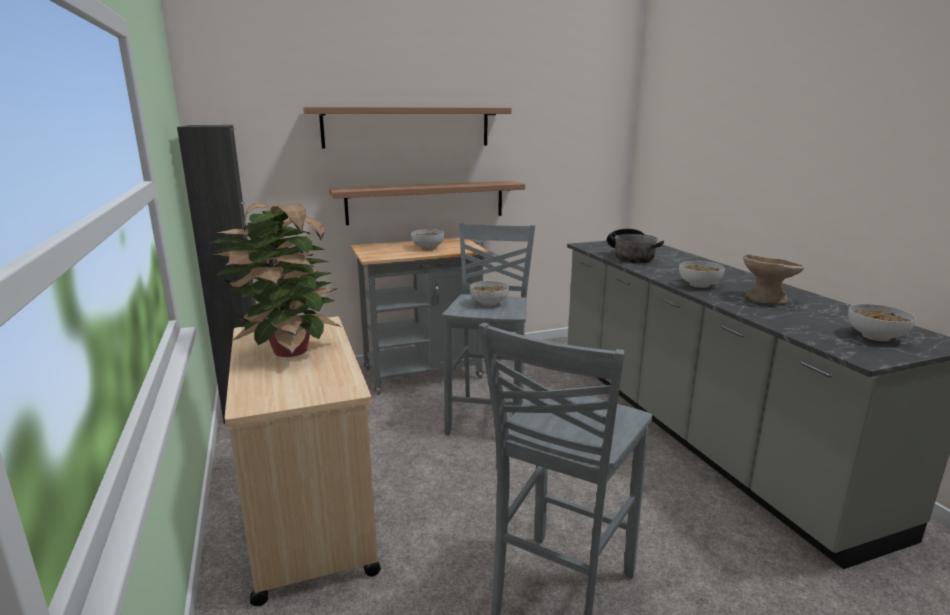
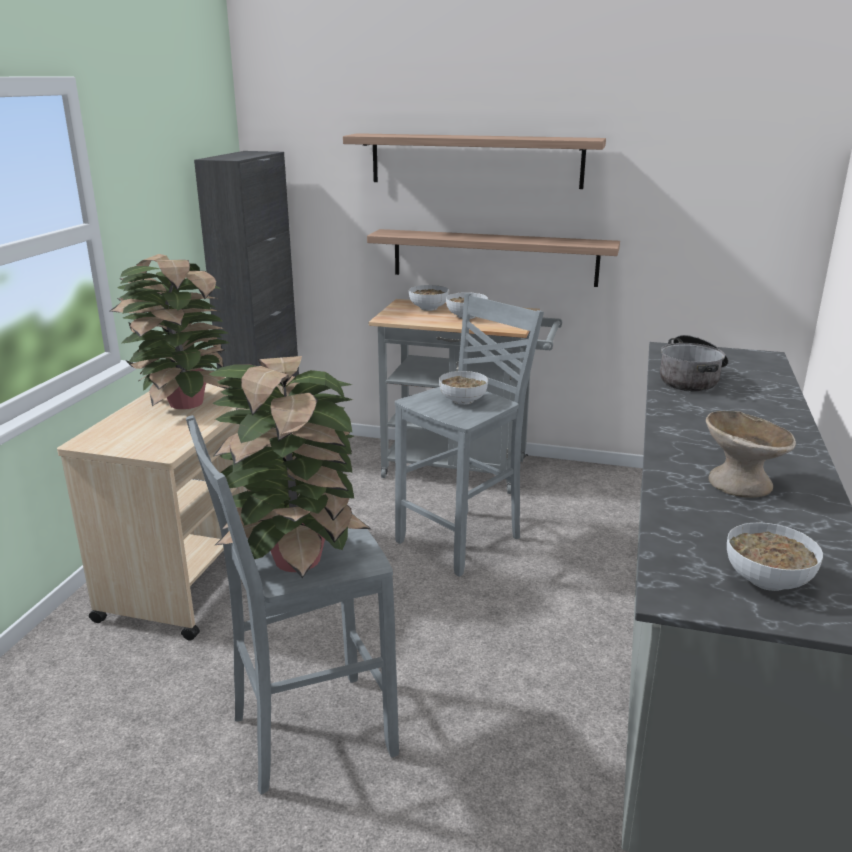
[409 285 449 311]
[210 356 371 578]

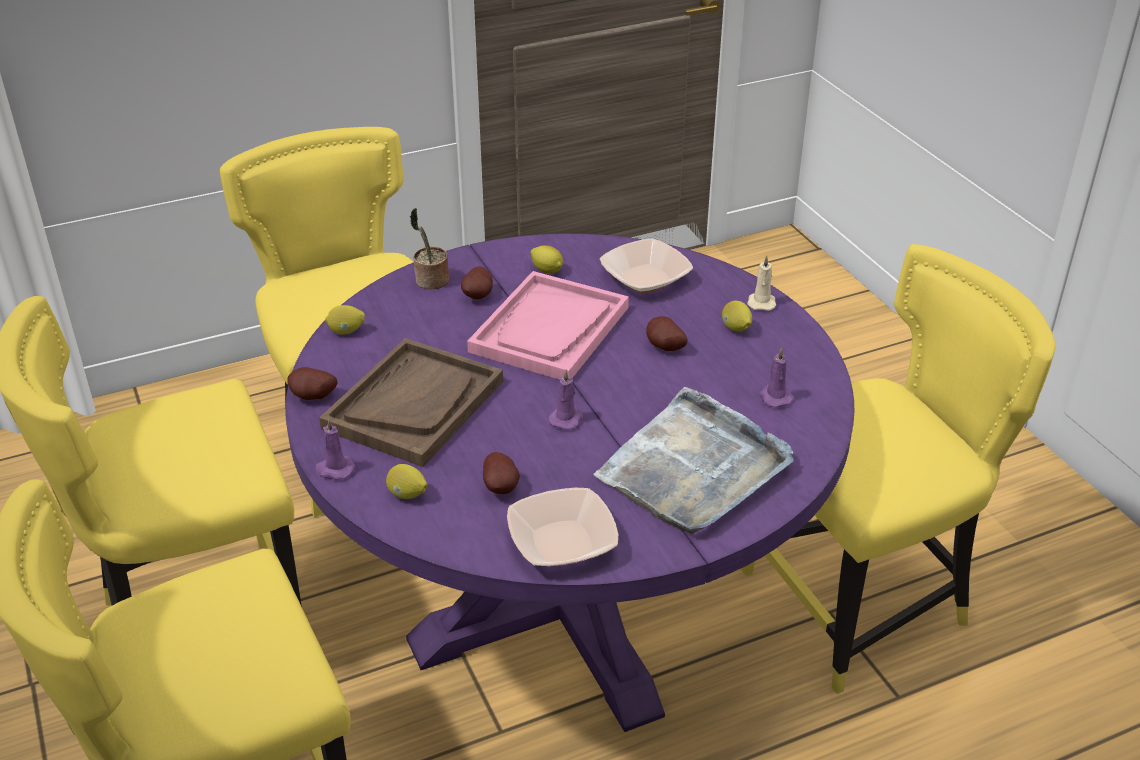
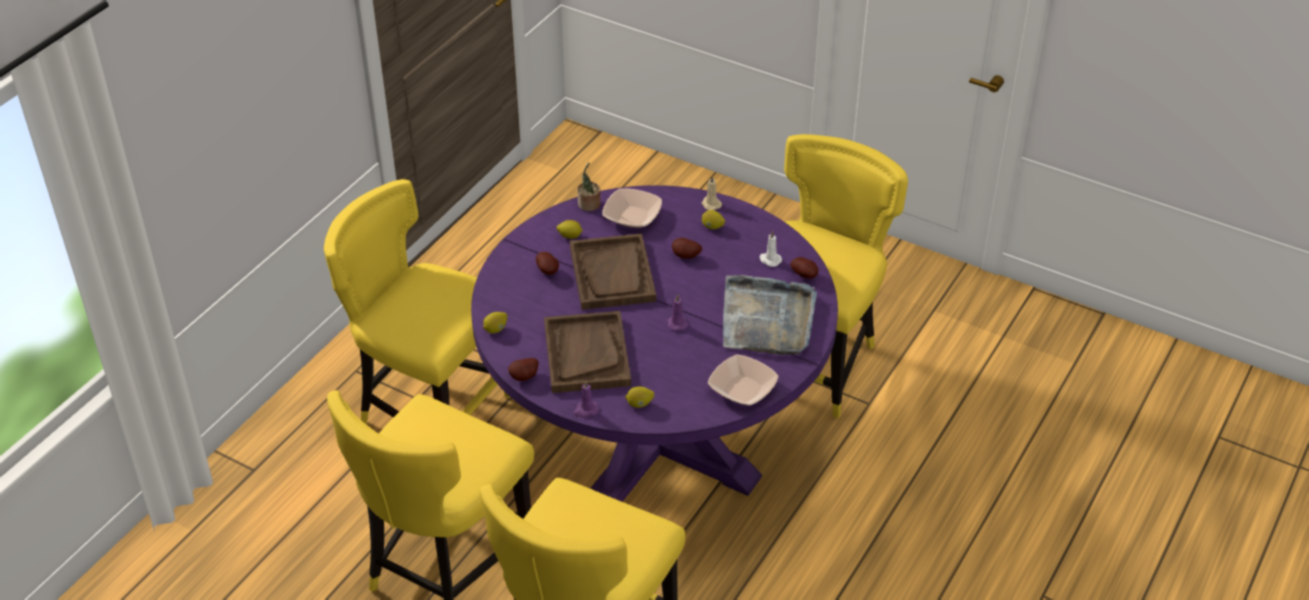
[577 162 600 211]
[570 234 656 310]
[790 257 818 279]
[760 231 782 267]

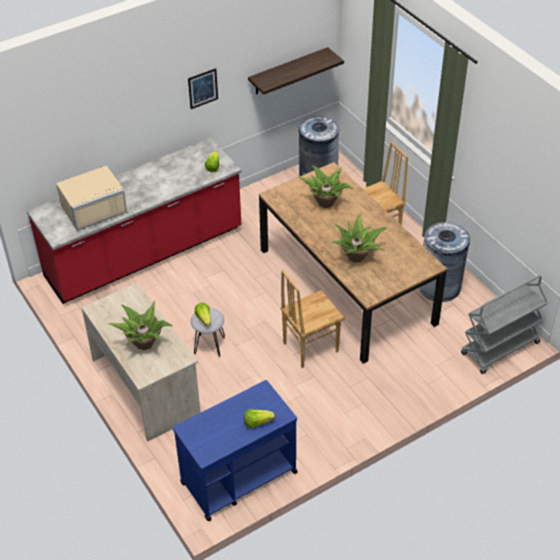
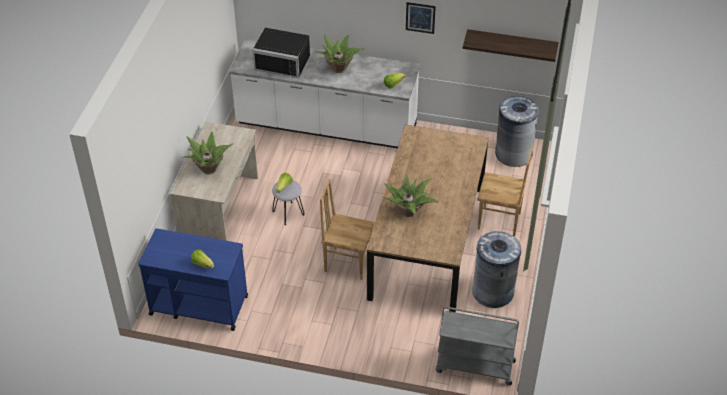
[229 38 420 148]
[252 28 310 78]
[316 35 365 73]

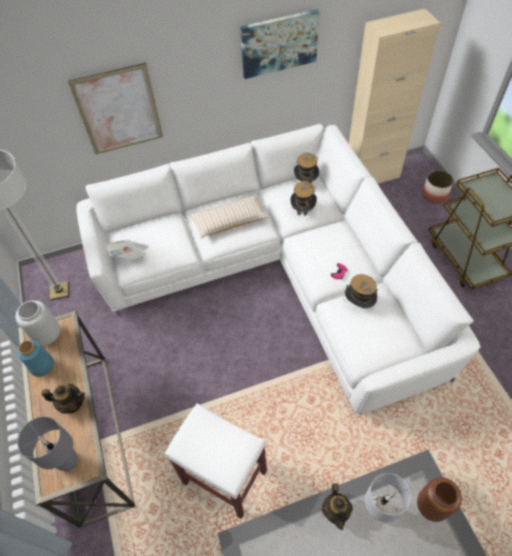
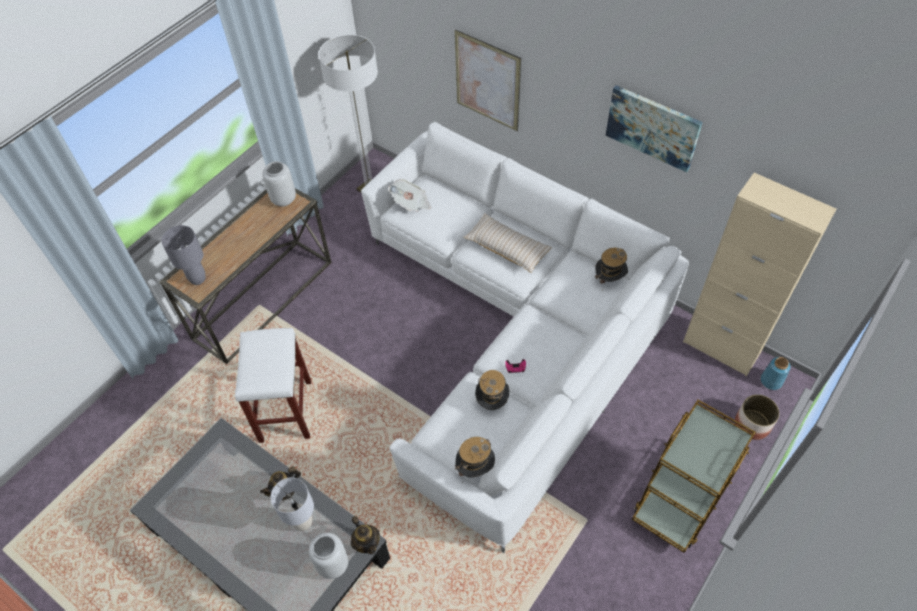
[760 357 791 390]
[351 516 380 554]
[455 437 495 483]
[309 533 348 579]

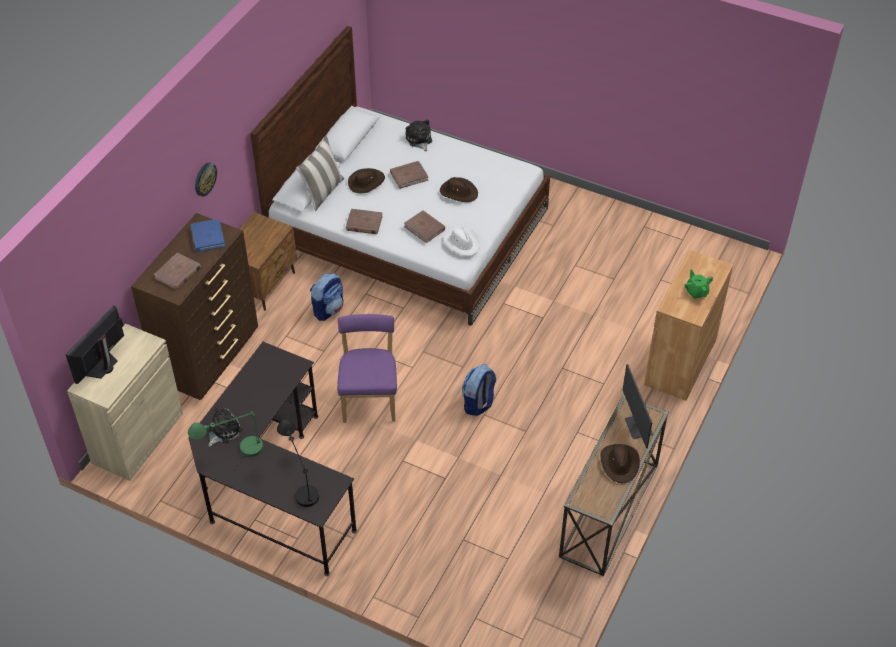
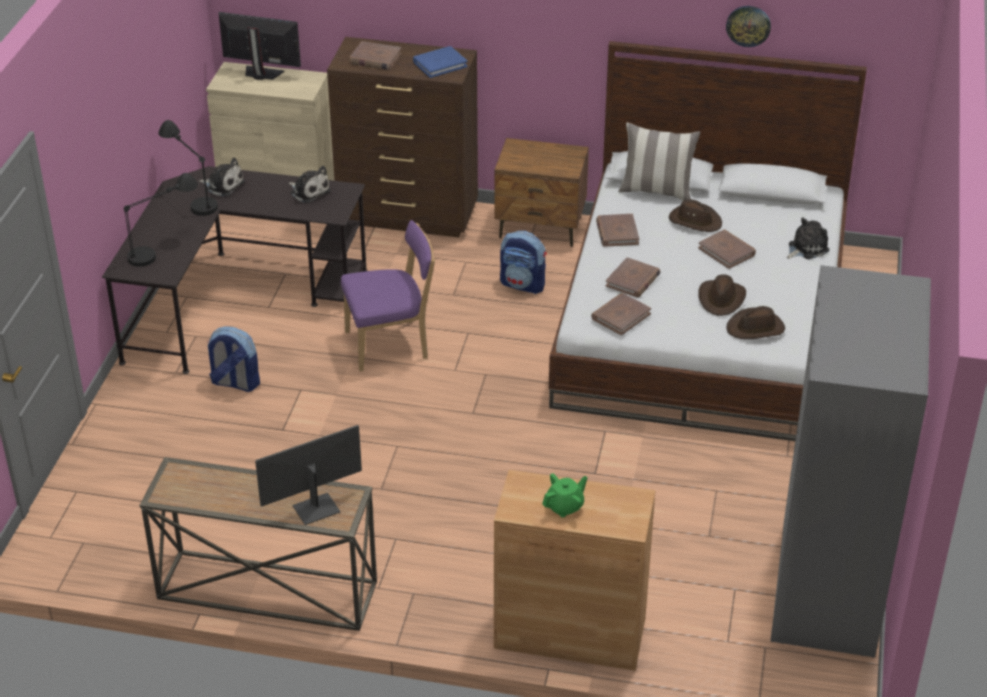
[158 120 218 216]
[726 6 771 47]
[591 293 651 335]
[207 326 260 392]
[726 306 785 339]
[288 166 331 203]
[770 265 931 658]

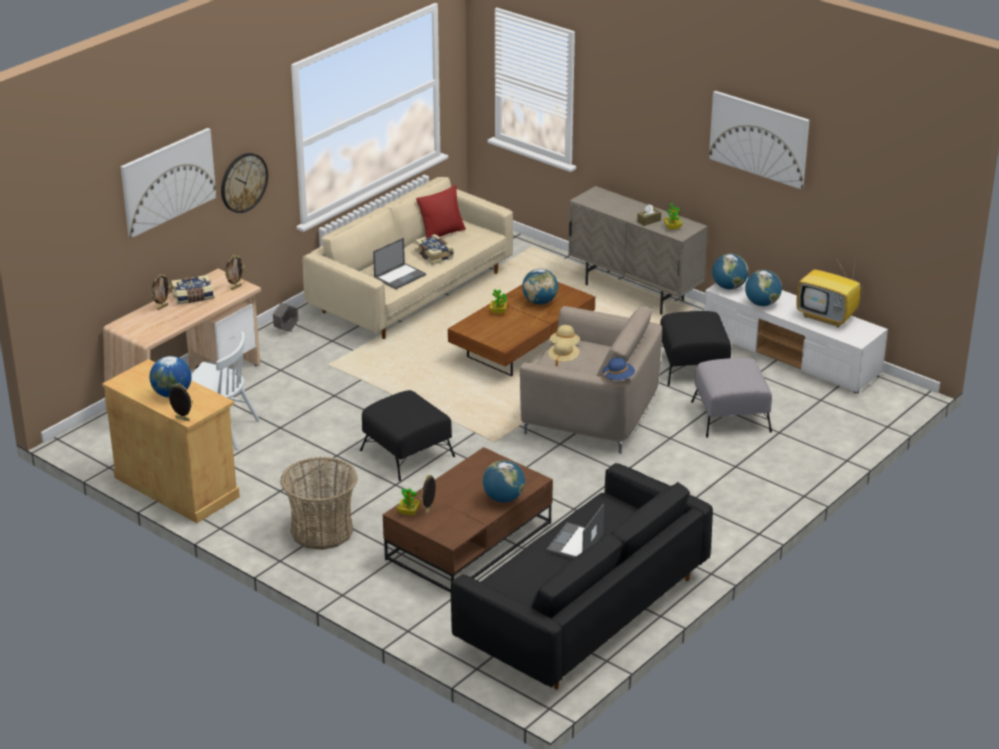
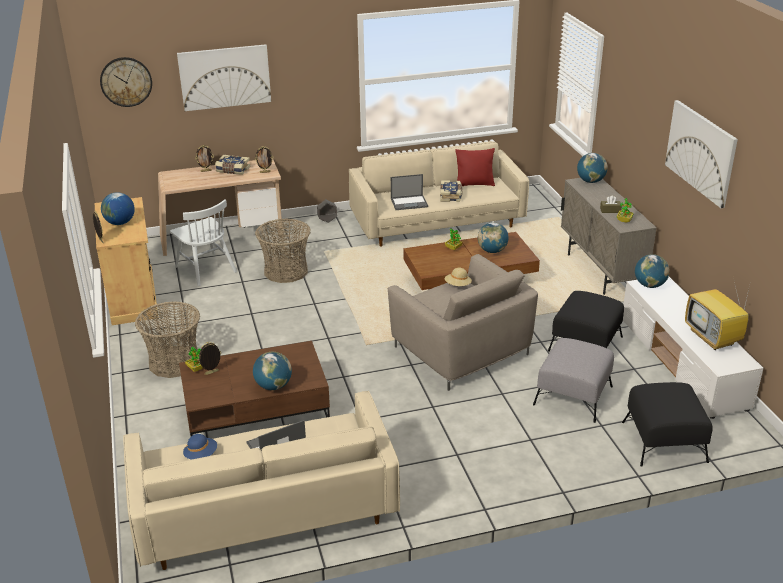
[100 57 152 107]
[622 382 713 467]
[123 391 400 570]
[548 339 579 366] (first image)
[183 434 217 460]
[577 153 608 183]
[255 218 311 283]

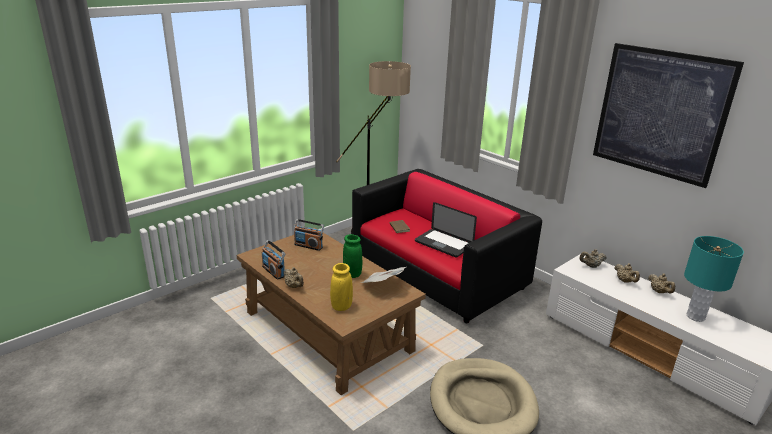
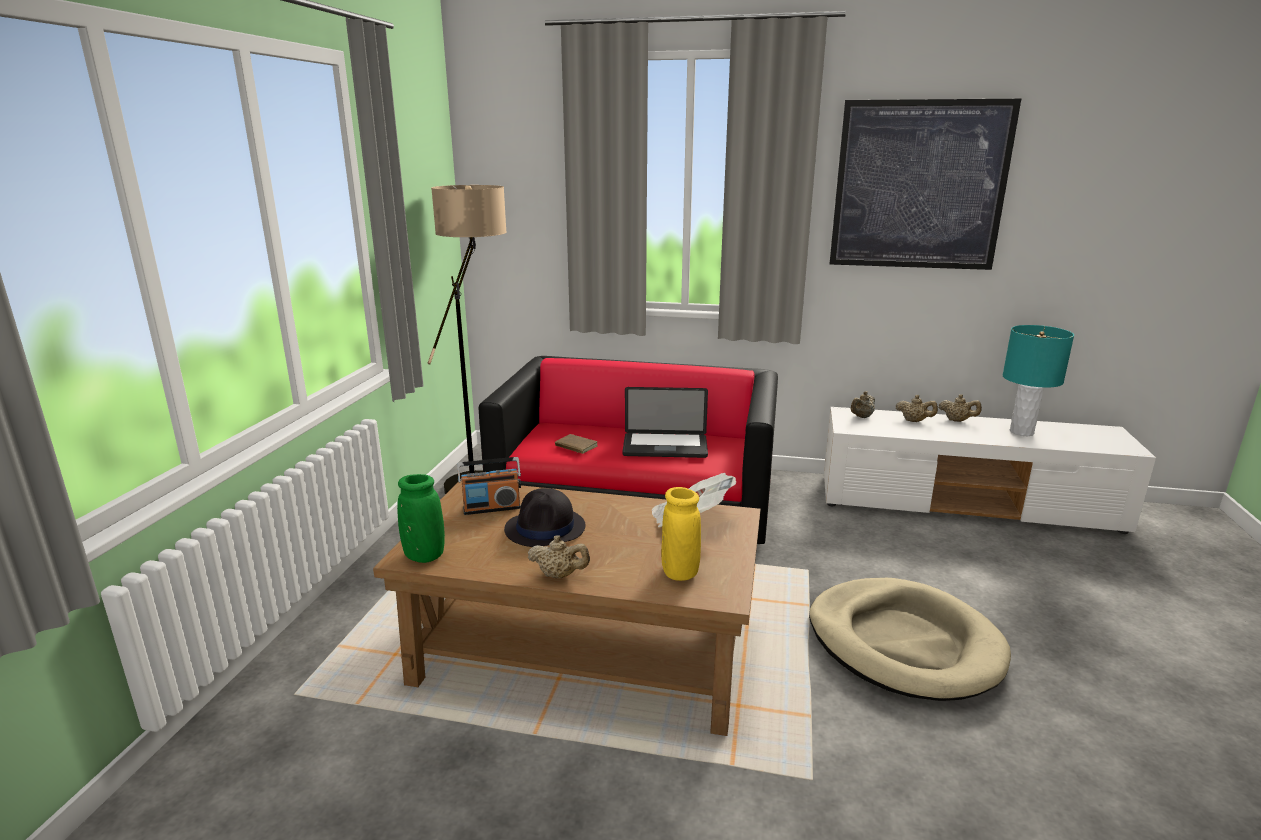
[262 240 286 280] (first image)
[397 474 445 563]
[504 488 585 547]

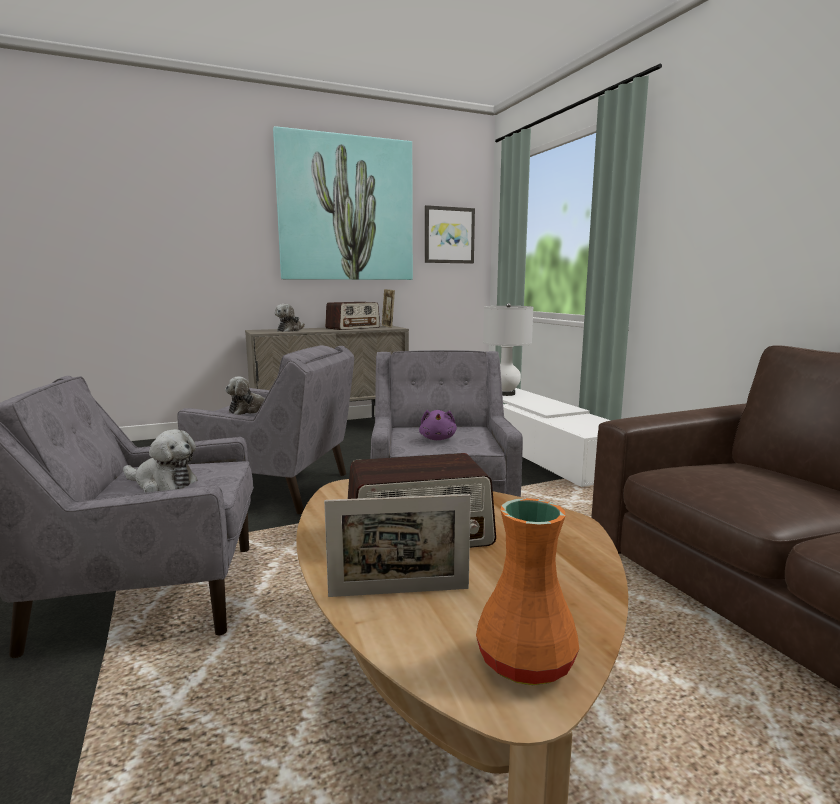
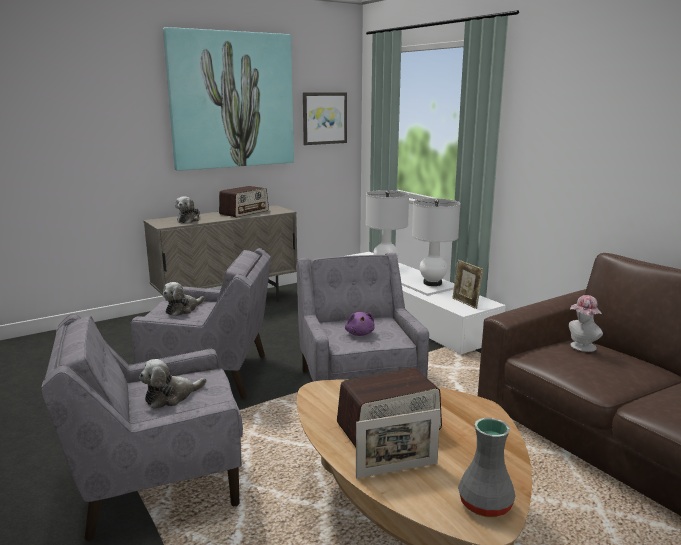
[139 359 207 409]
[453 260 483 309]
[458 418 516 517]
[412 198 460 286]
[569 295 603 352]

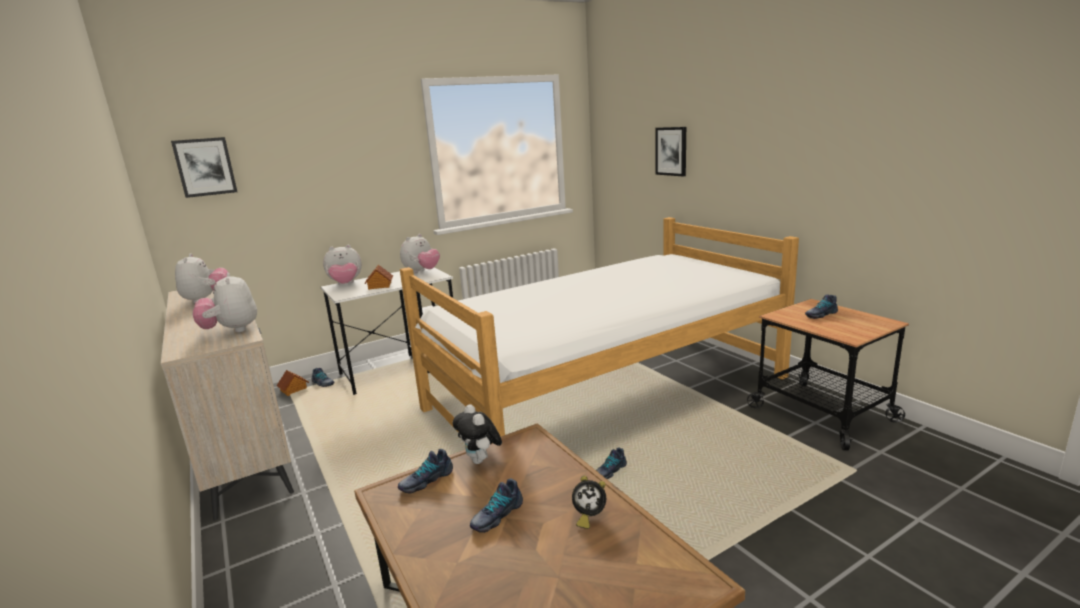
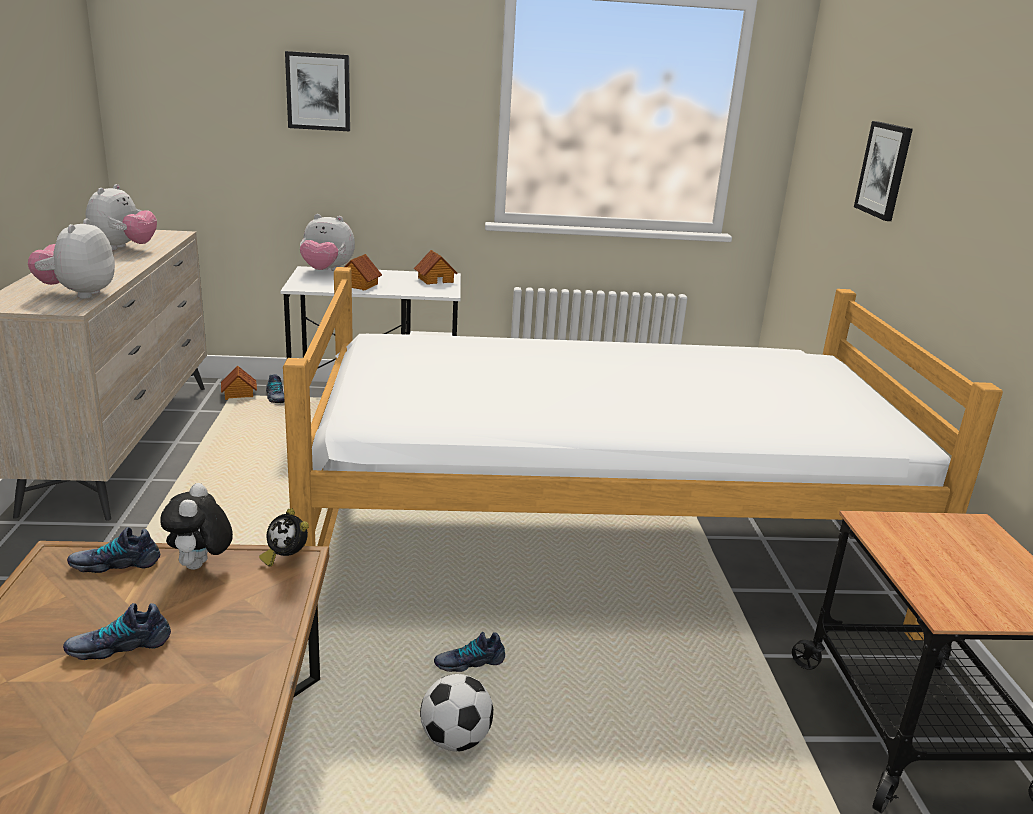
[285 51 350 131]
[414 250 458 285]
[259 508 309 566]
[805 294 838 319] (first image)
[420 674 493 752]

